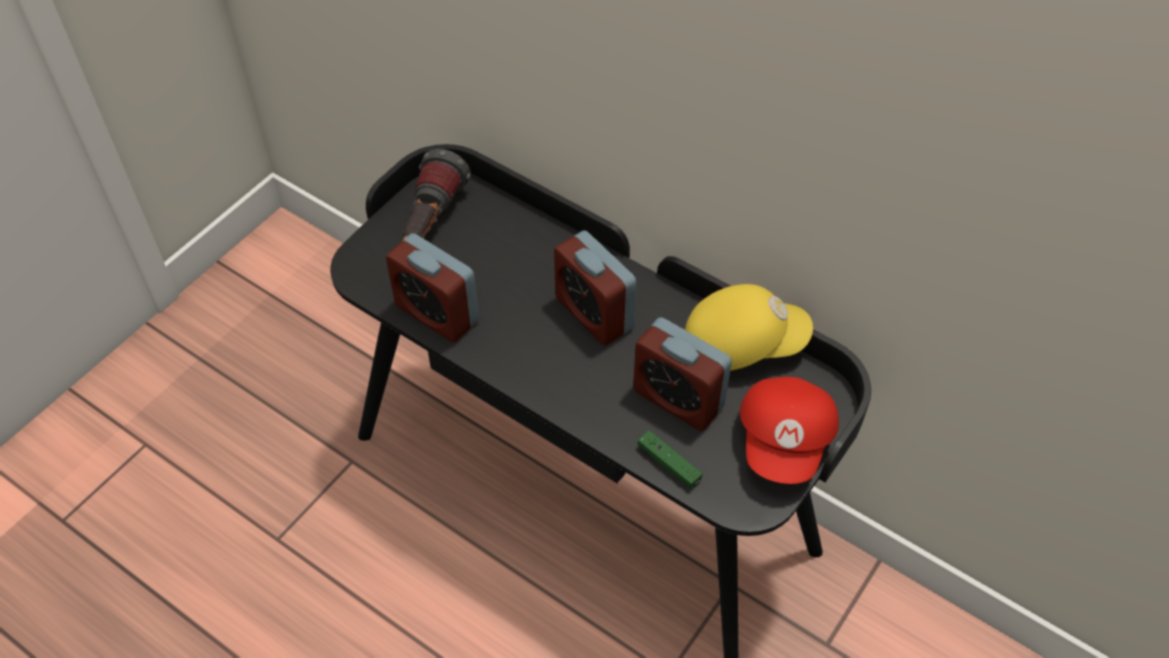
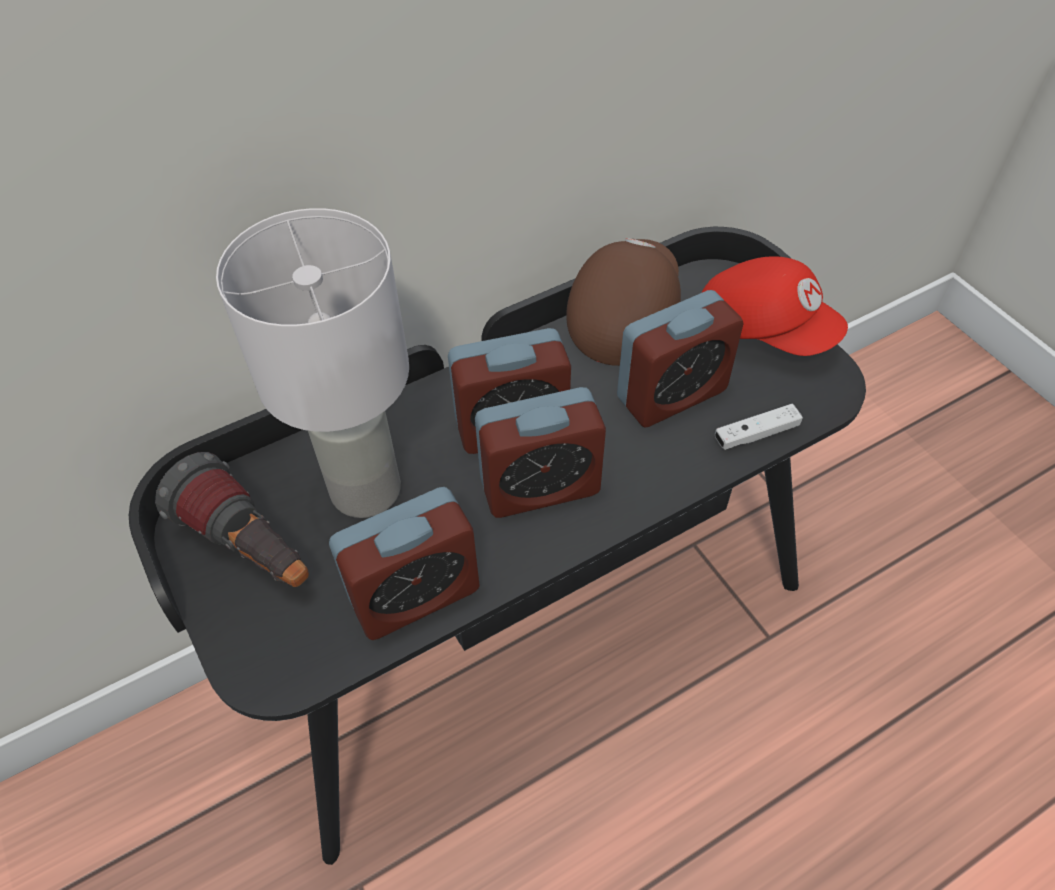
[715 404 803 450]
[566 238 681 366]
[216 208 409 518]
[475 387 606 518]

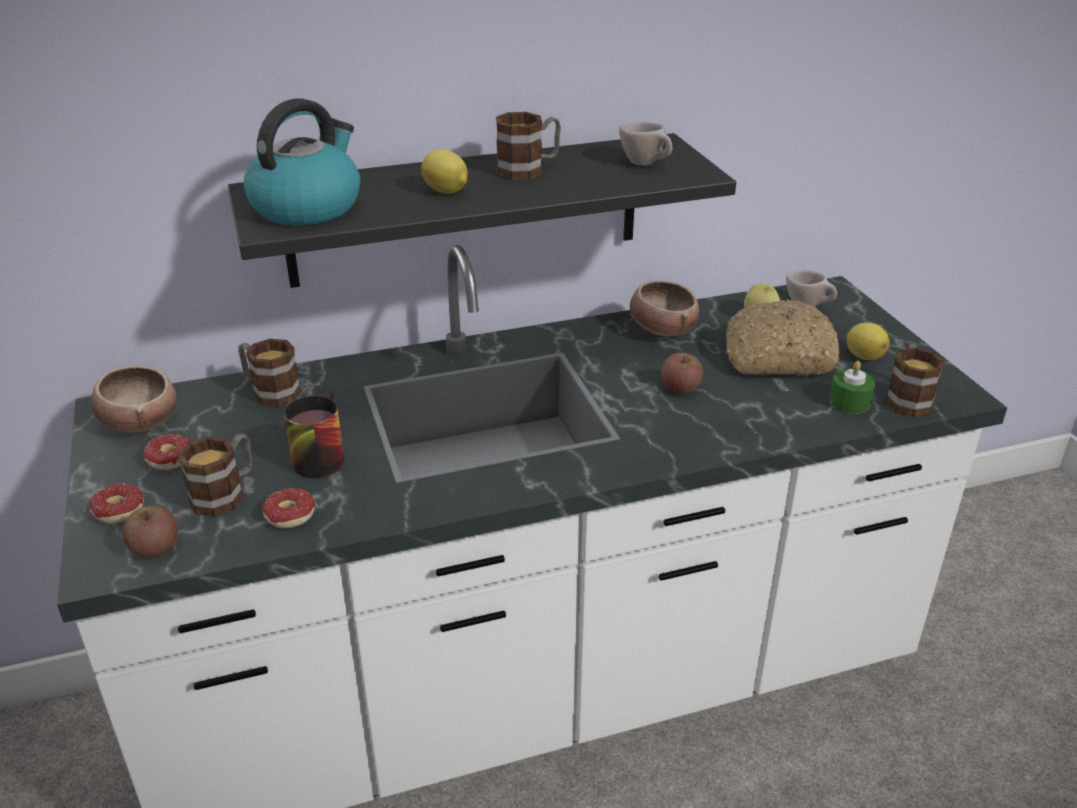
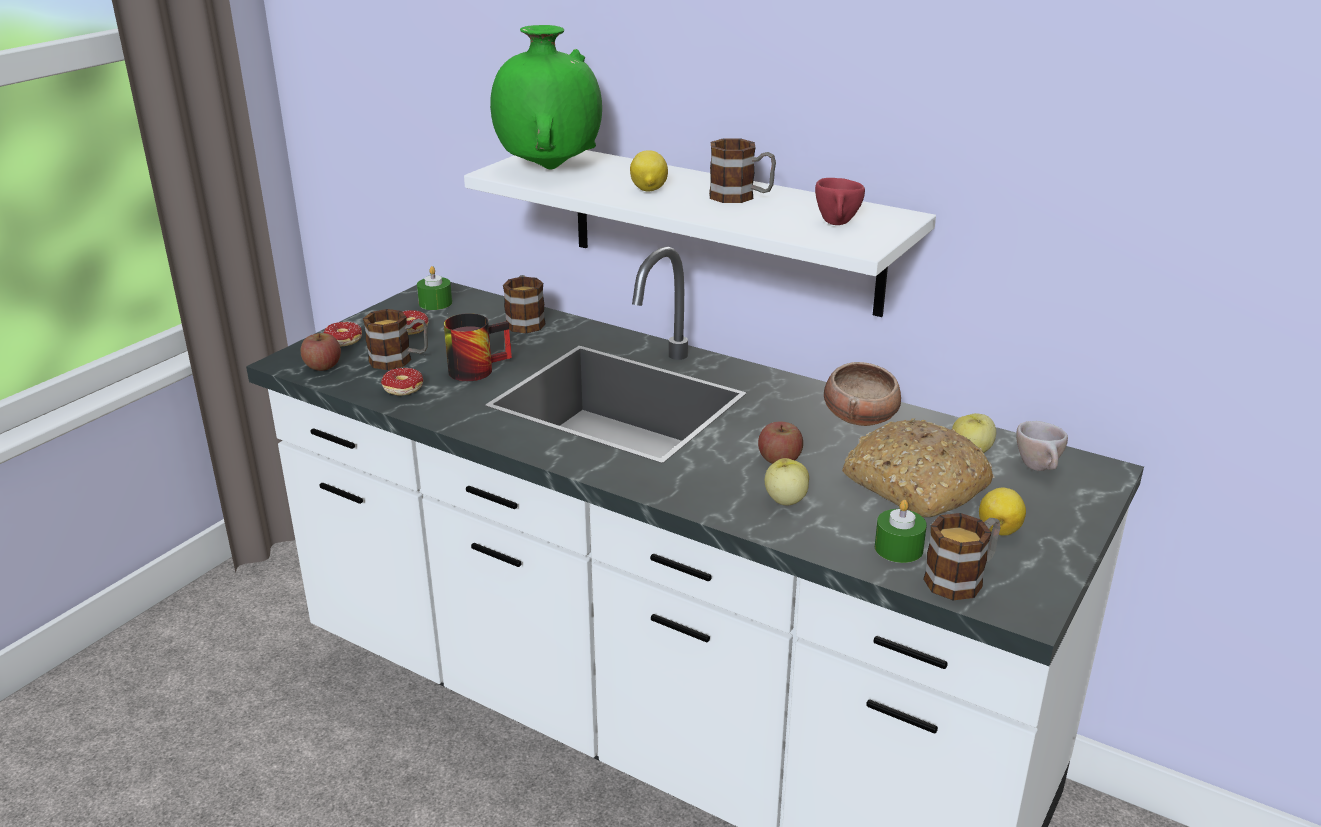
[417 266 452 310]
[464 150 936 317]
[490 25 602 170]
[815 178 865 225]
[765 458 809 505]

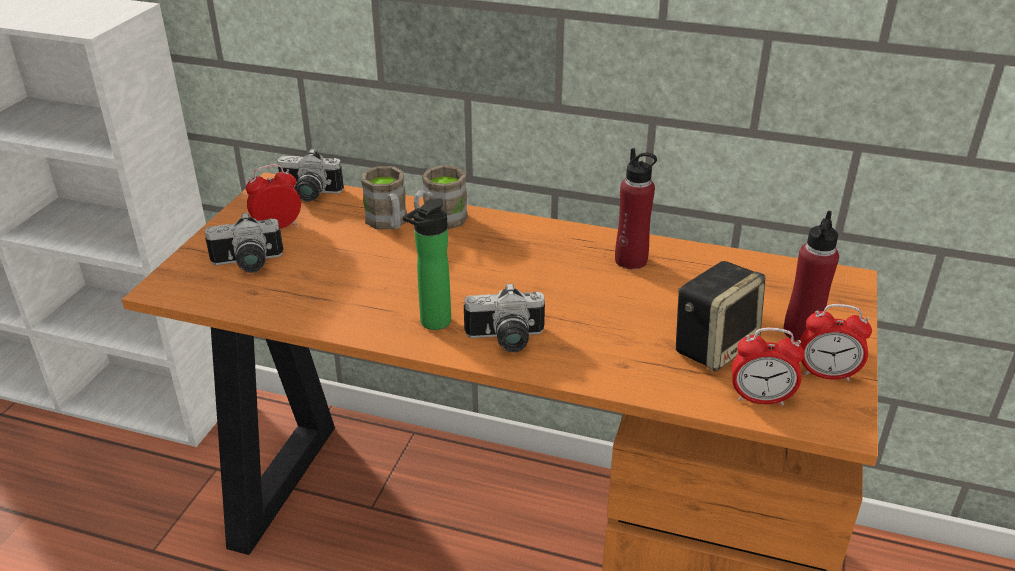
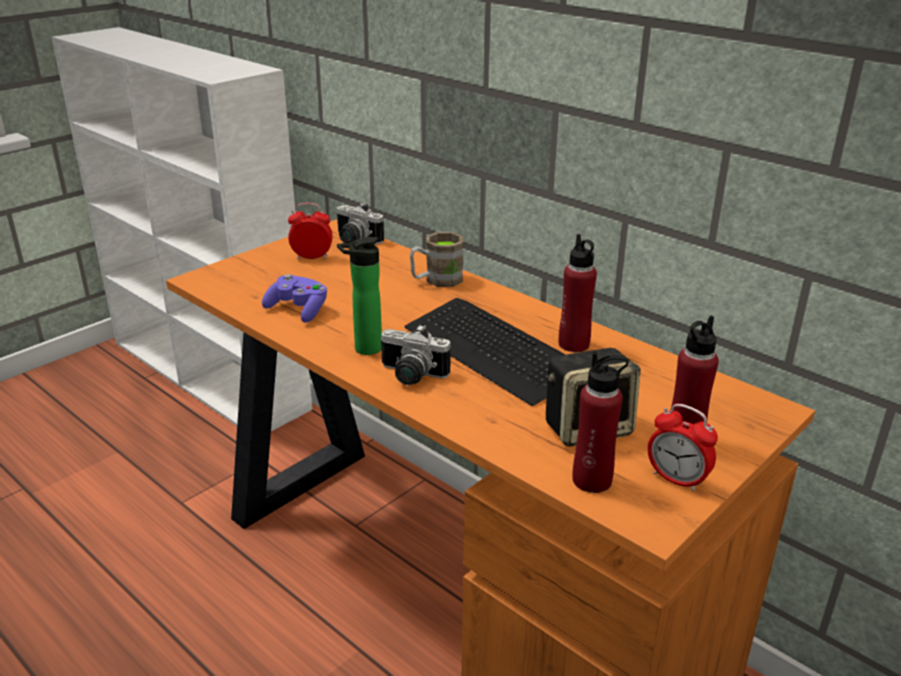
[205 212 284 273] (first image)
[361 166 407 229] (first image)
[572 352 629 493]
[262 274 327 323]
[404 298 566 406]

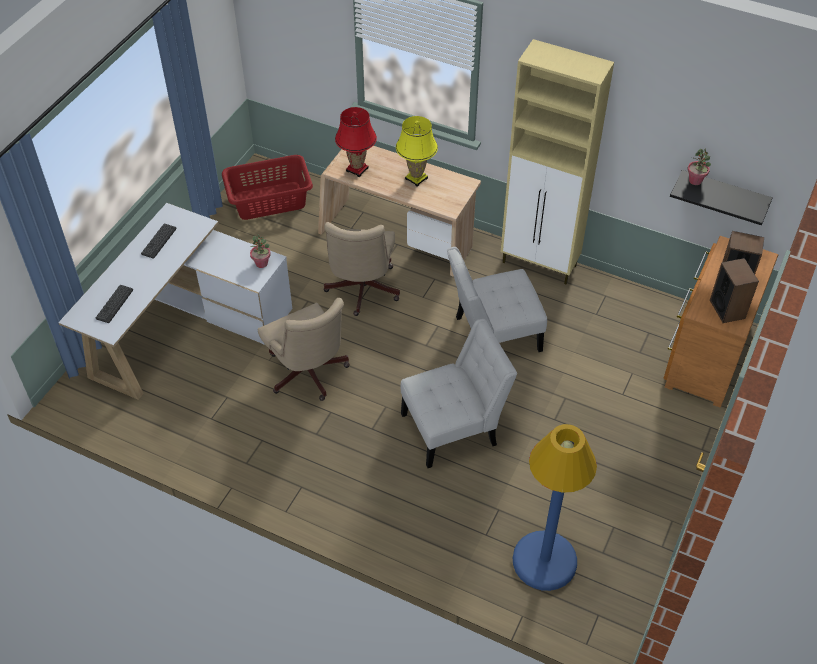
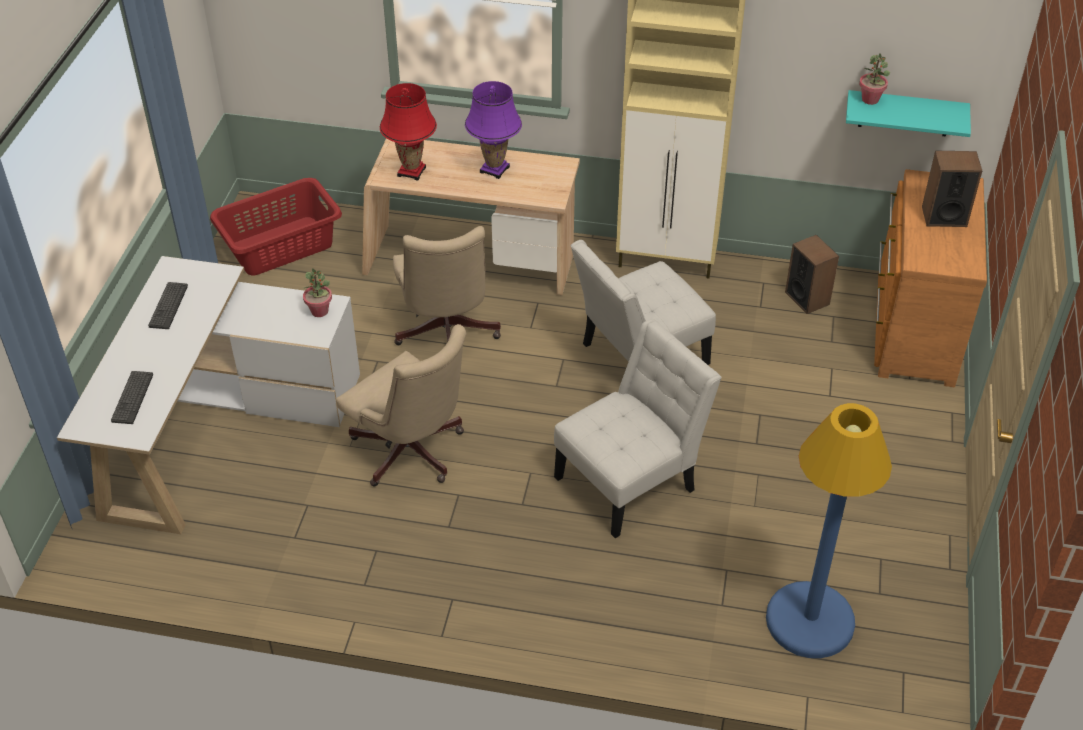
[465 81 522 179]
[846 90 971 137]
[785 235 839 314]

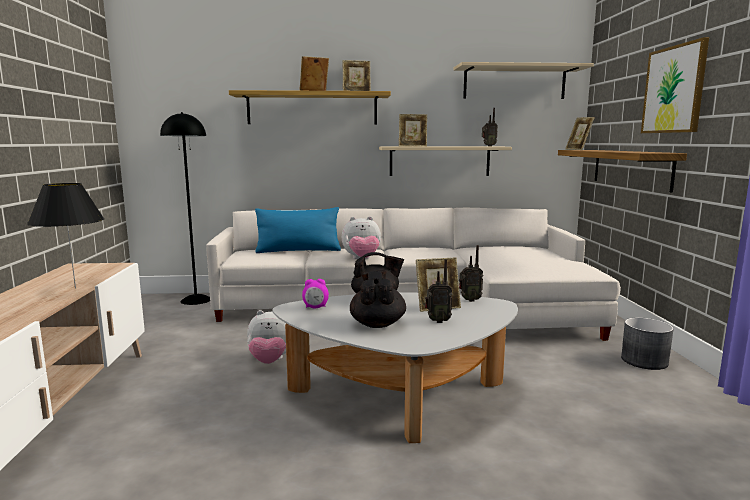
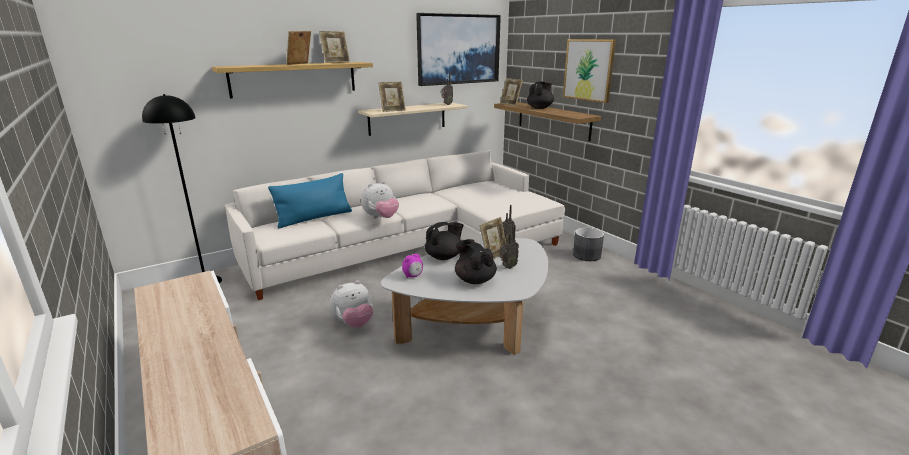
[27 183 104 288] (first image)
[416 13 501 86]
[527 82 554 109]

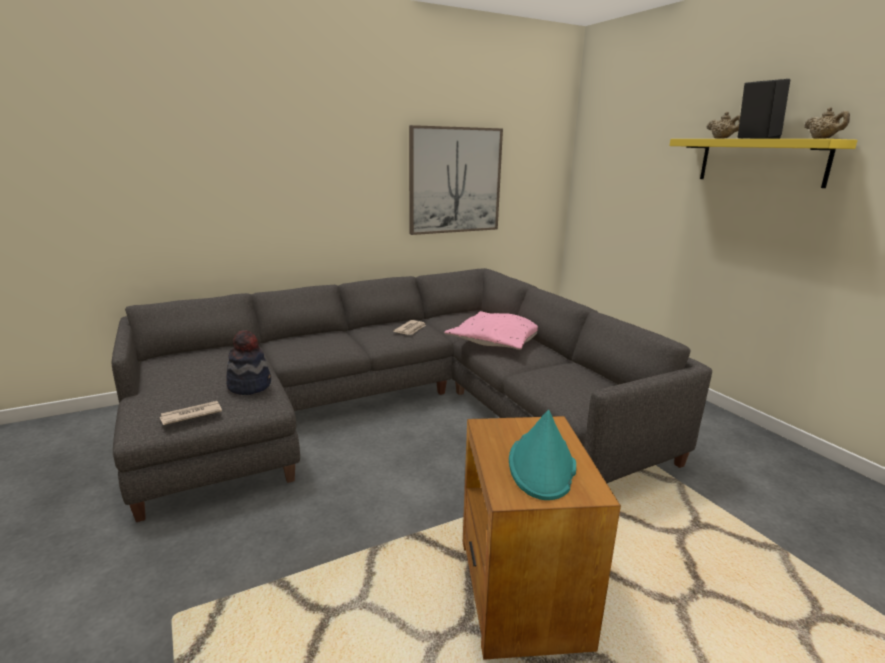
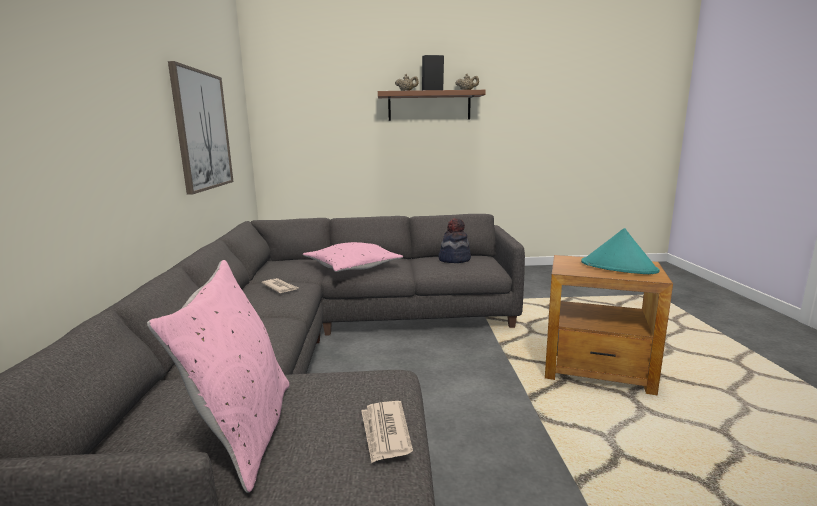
[438 218 471 263]
[378 90 486 121]
[147 260 290 493]

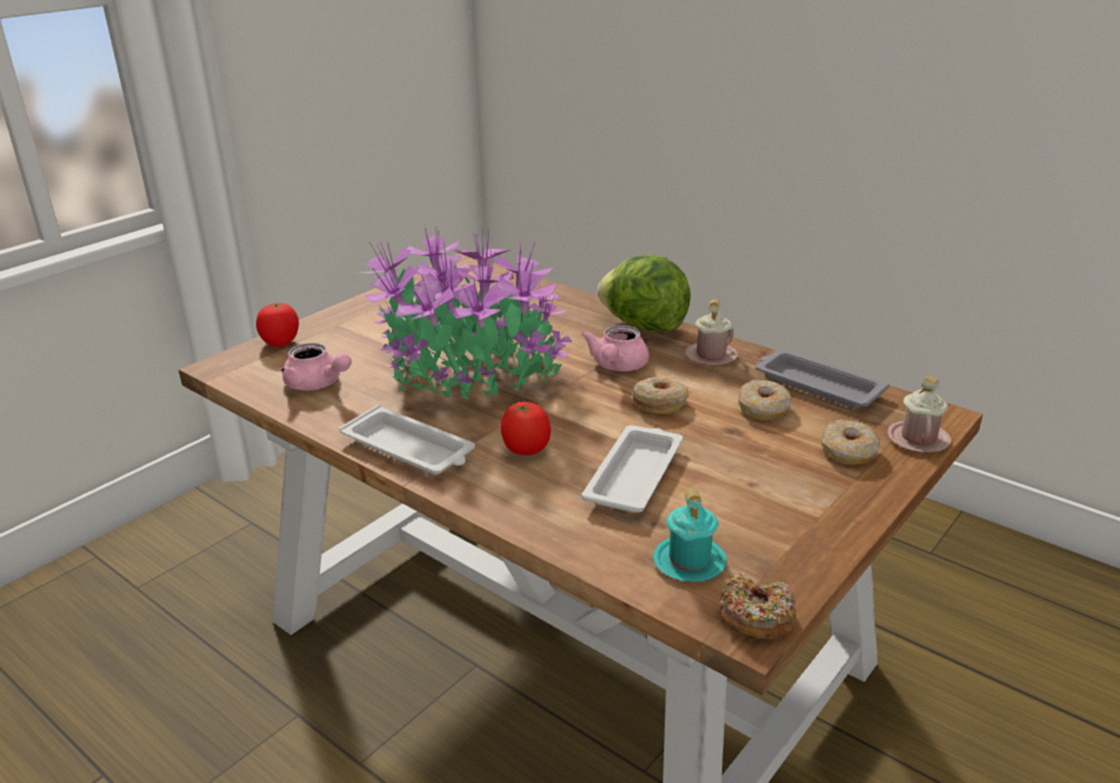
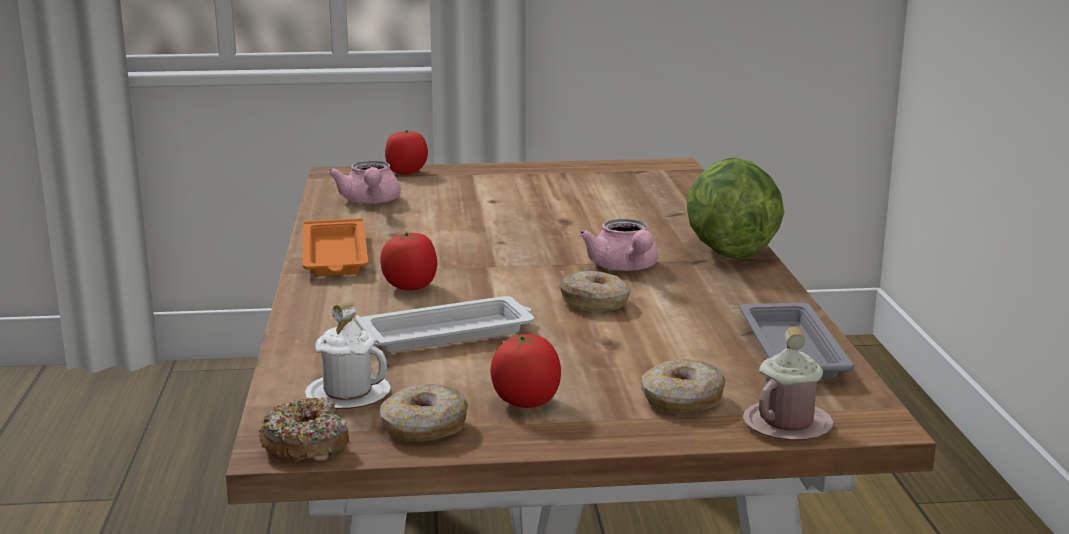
[303 218 368 276]
[359 227 572 401] (first image)
[579 219 658 271]
[305 302 391 409]
[685 299 738 366] (first image)
[380 384 468 441]
[490 333 561 408]

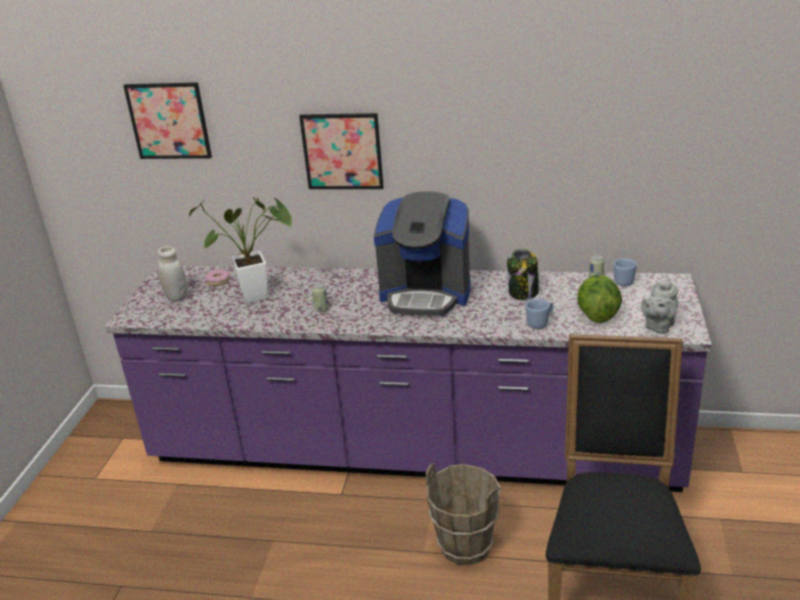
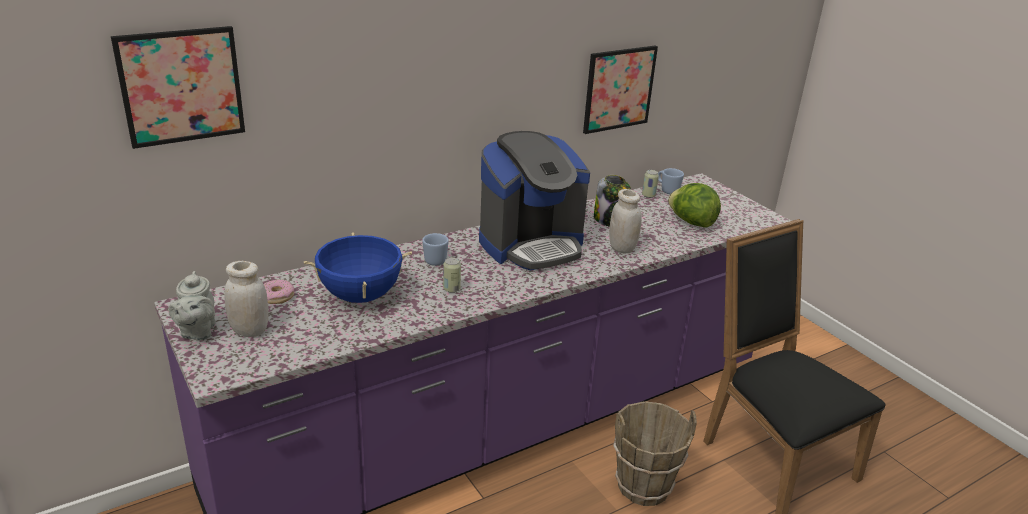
[304 232 412 303]
[583 45 658 134]
[422 233 449 266]
[168 271 216 341]
[609 189 642 253]

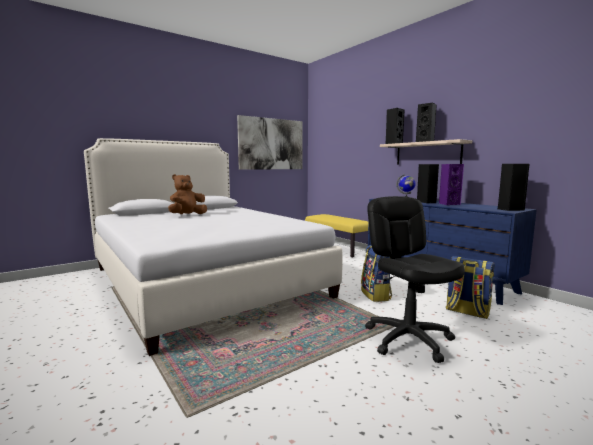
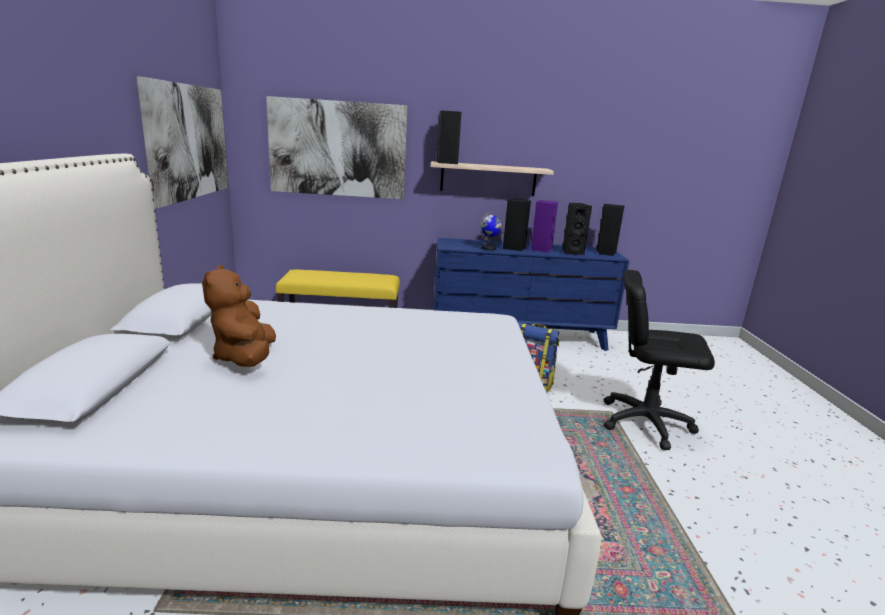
[562 203 592 255]
[446 256 495 319] (first image)
[266 96 407 199]

